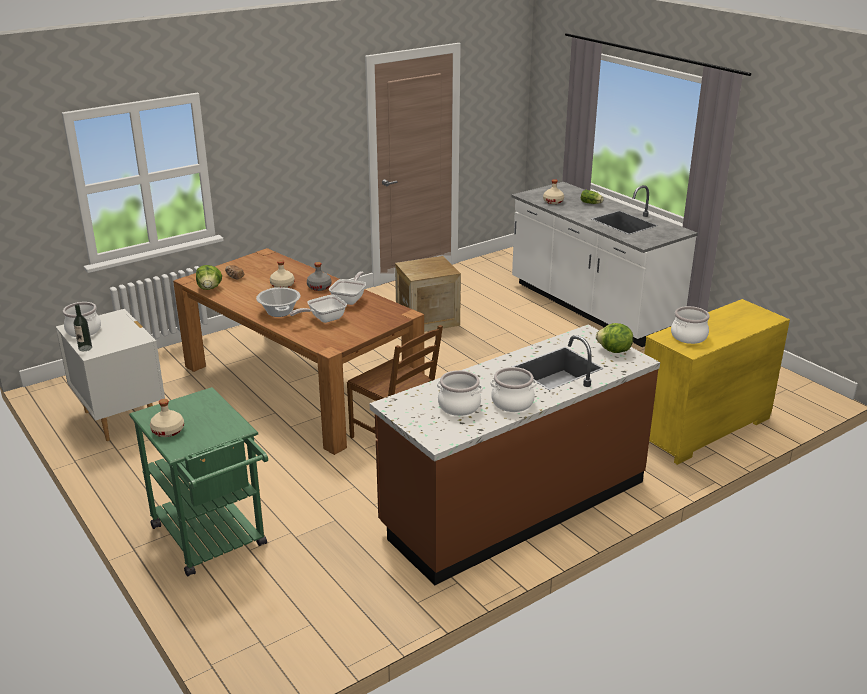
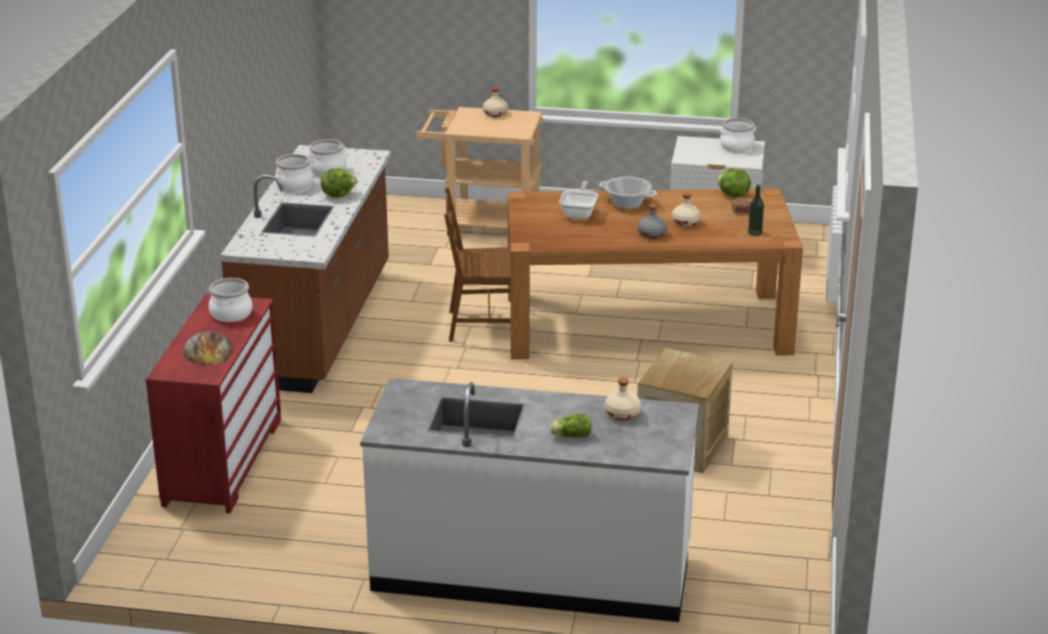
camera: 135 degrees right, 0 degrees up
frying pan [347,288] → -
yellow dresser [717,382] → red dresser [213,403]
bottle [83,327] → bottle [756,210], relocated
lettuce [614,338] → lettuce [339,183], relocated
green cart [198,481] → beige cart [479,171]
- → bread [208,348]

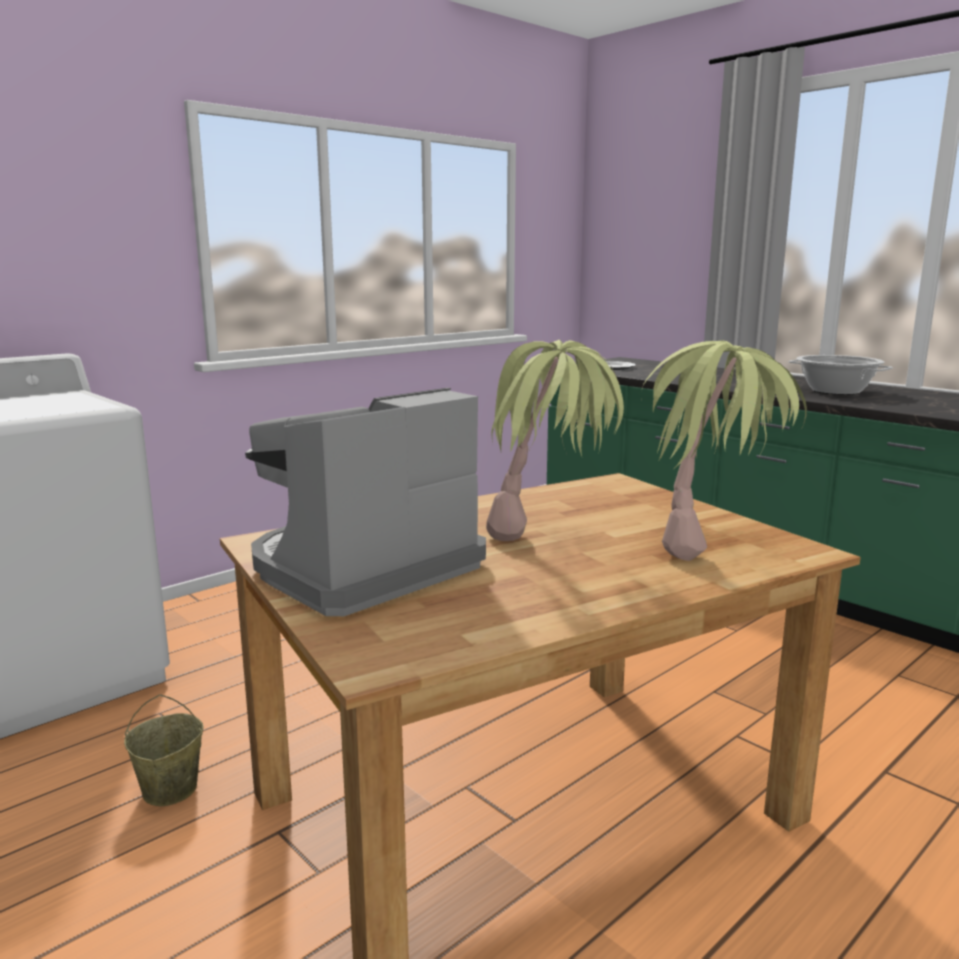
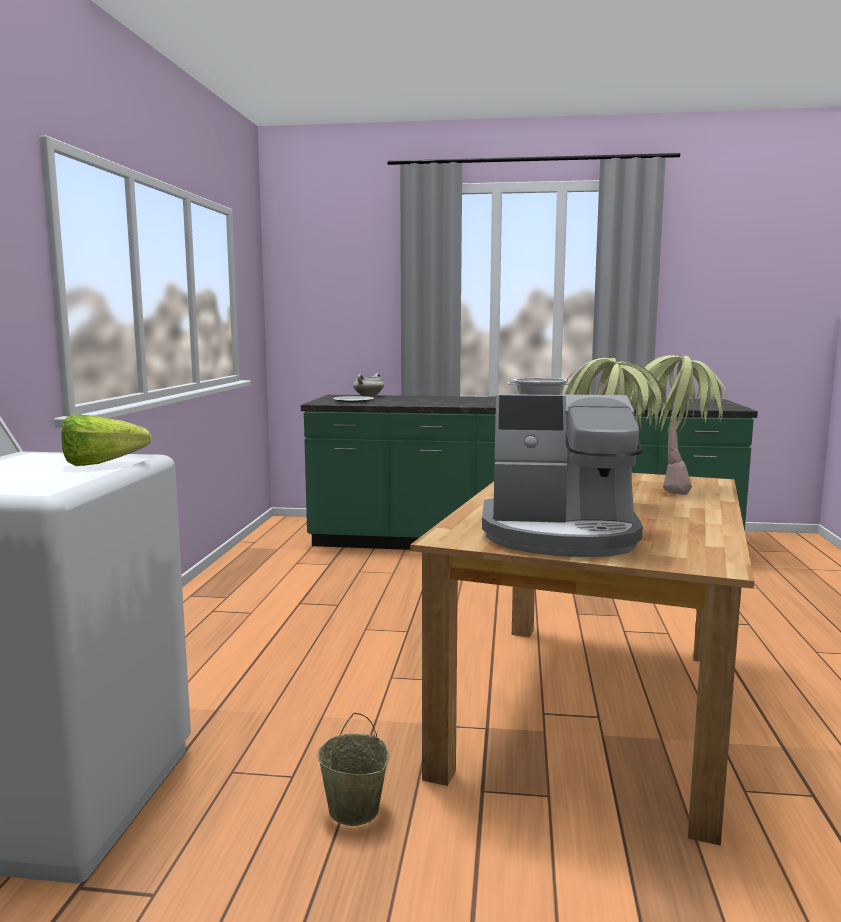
camera: 40 degrees left, 5 degrees down
coffee machine [365,502] → coffee machine [562,475], 90 degrees counterclockwise
- → white cooking pot [368,385]
- → lettuce [106,440]

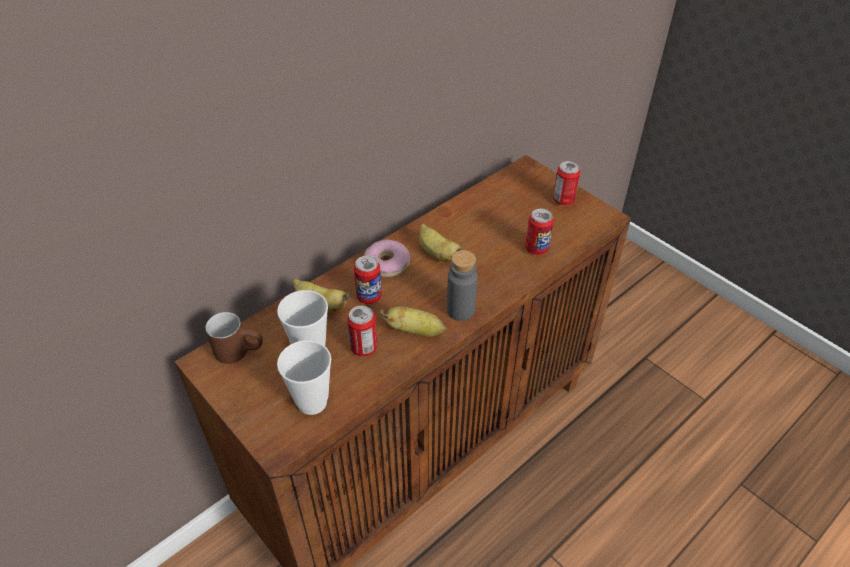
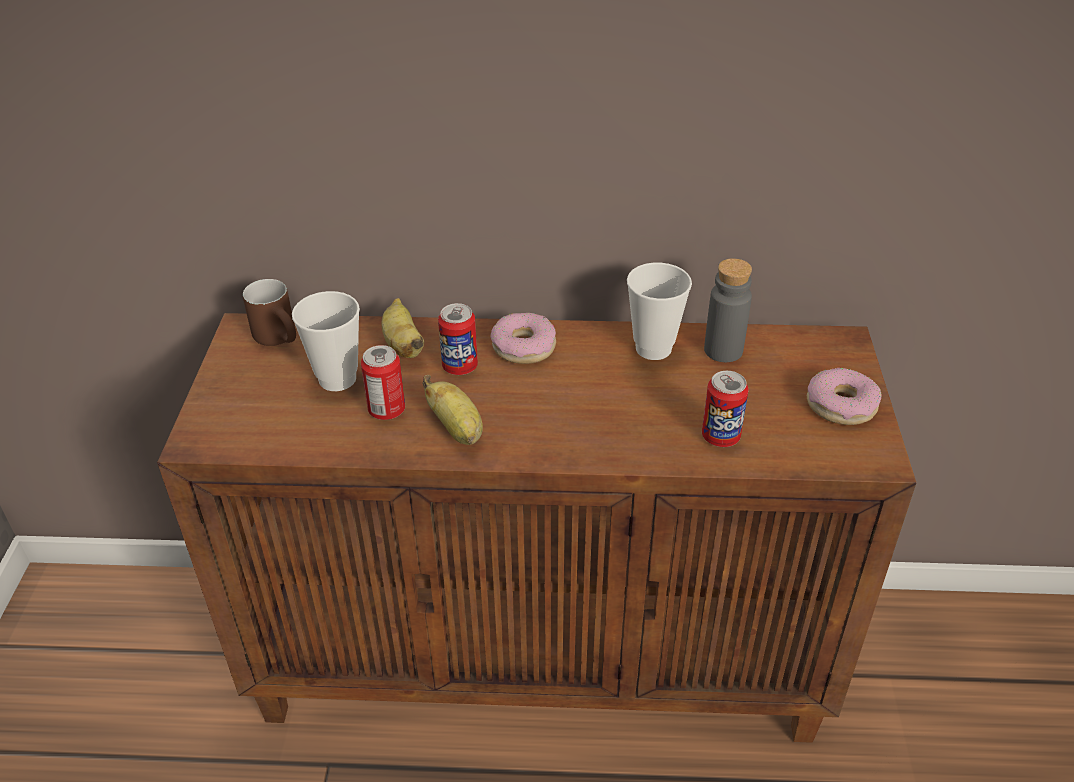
camera: 45 degrees right, 5 degrees down
can [566,183] → donut [844,396]
banana [441,243] → -
grey bottle [462,285] → grey bottle [728,310], relocated
cup [304,377] → cup [659,311], relocated

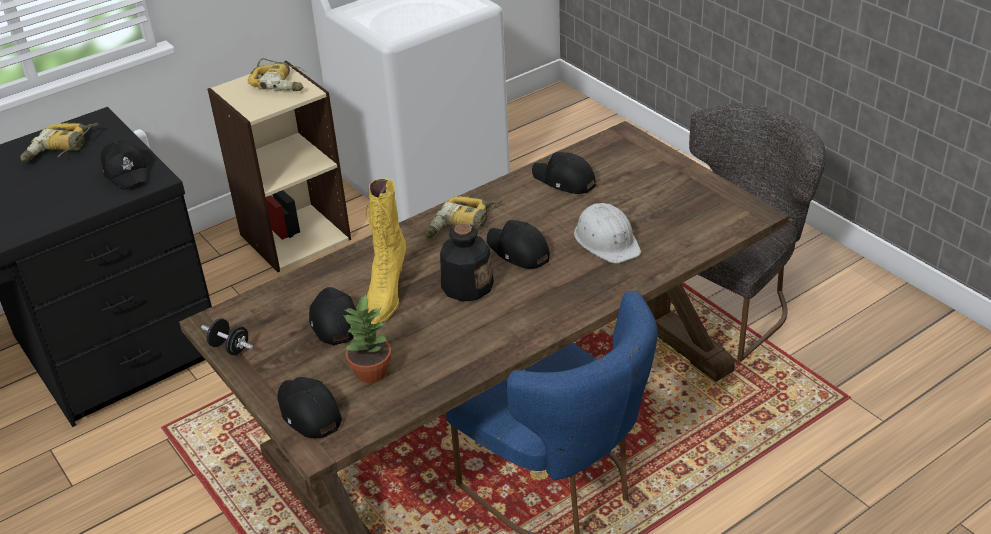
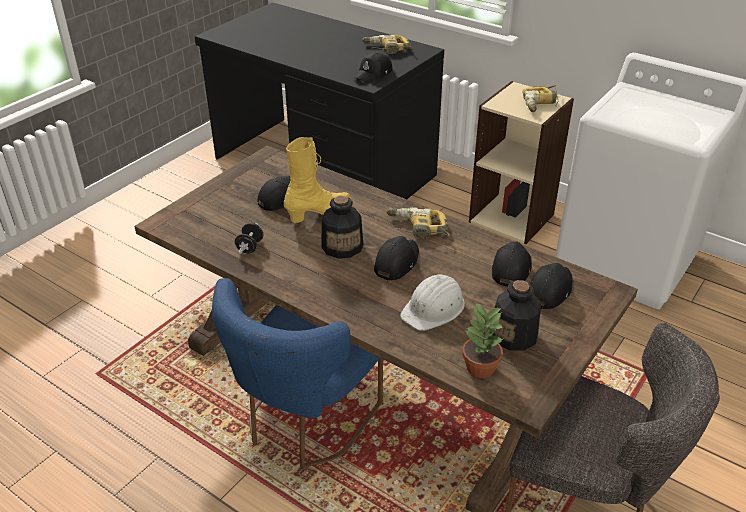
camera: 70 degrees right, 0 degrees up
yellow boot [386,251] → yellow boot [317,180], 150 degrees clockwise
potted plant [368,338] → potted plant [482,340], relocated
black dumbbell [227,336] → black dumbbell [249,238], relocated
black cap [309,407] → black cap [551,286], relocated
- → bottle [516,315]

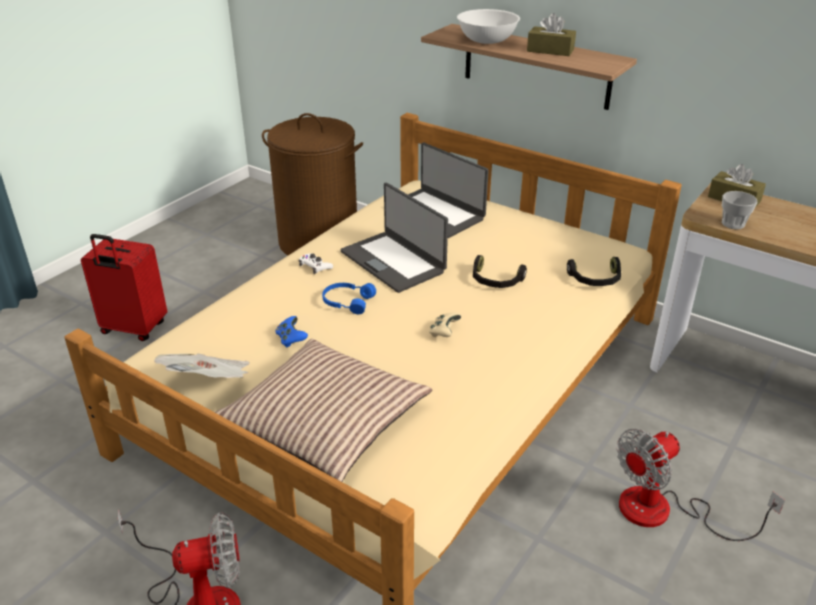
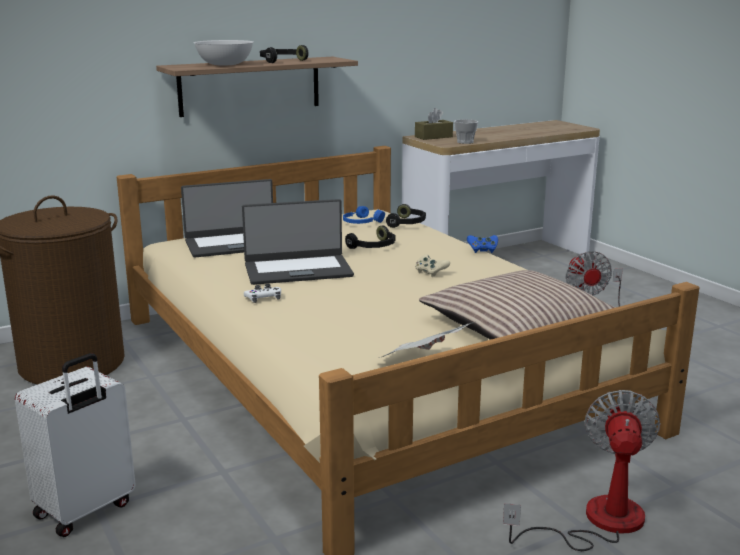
camera: 65 degrees left, 15 degrees down
brown tissue box [551,34] → black headphones [284,54]
red suitcase [124,287] → white suitcase [75,445]
blue headphones [349,298] → blue headphones [364,215], relocated
blue game controller [291,332] → blue game controller [482,244], relocated

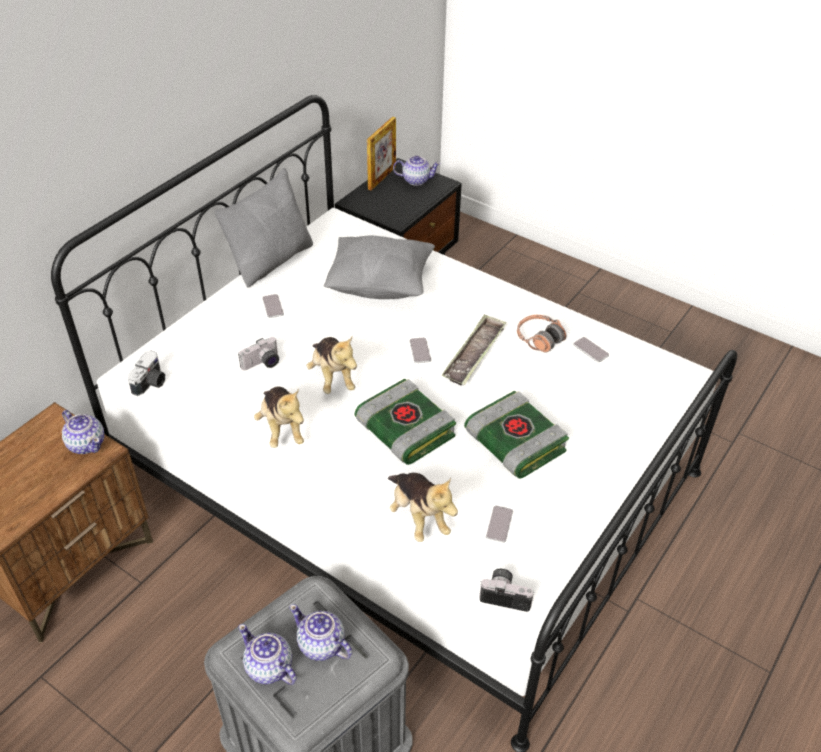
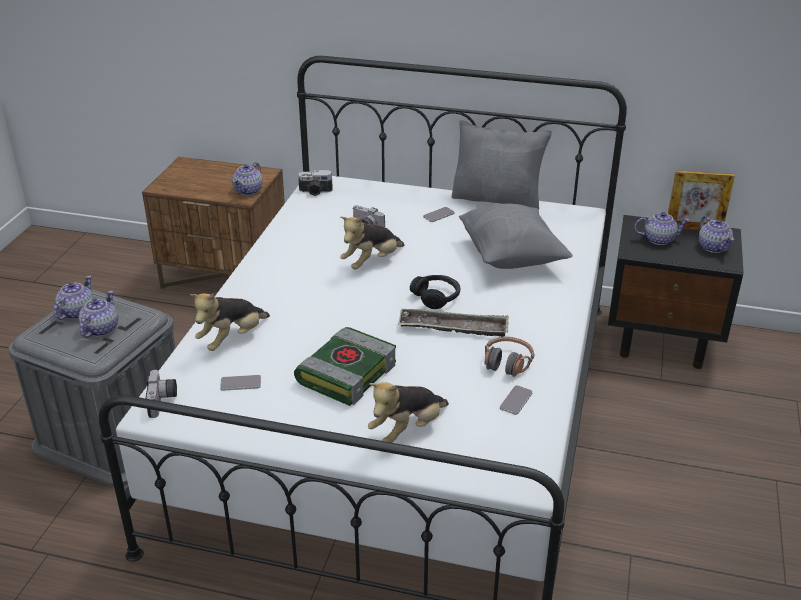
camera: 70 degrees right, 10 degrees down
phone [420,350] → black headphones [435,292]
book [405,421] → -
plush toy [279,417] → plush toy [408,412], relocated
- → teapot [662,228]

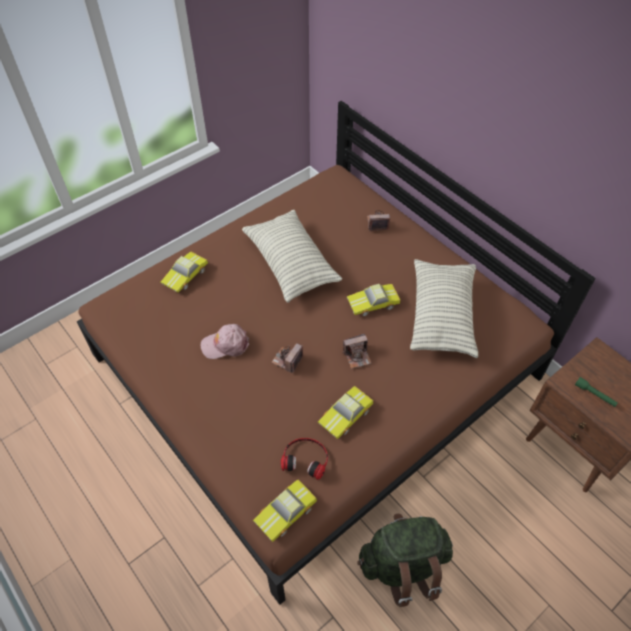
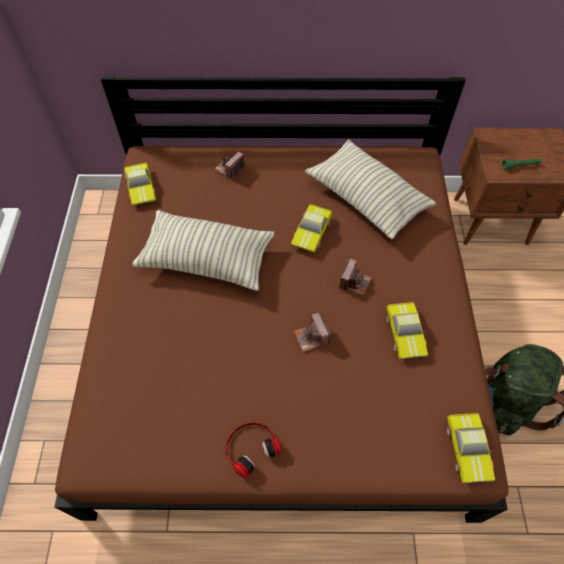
camera: 50 degrees left, 5 degrees up
toy car [184,272] → toy car [140,184], relocated
pink cap [225,341] → -
headphones [304,459] → headphones [254,450], relocated

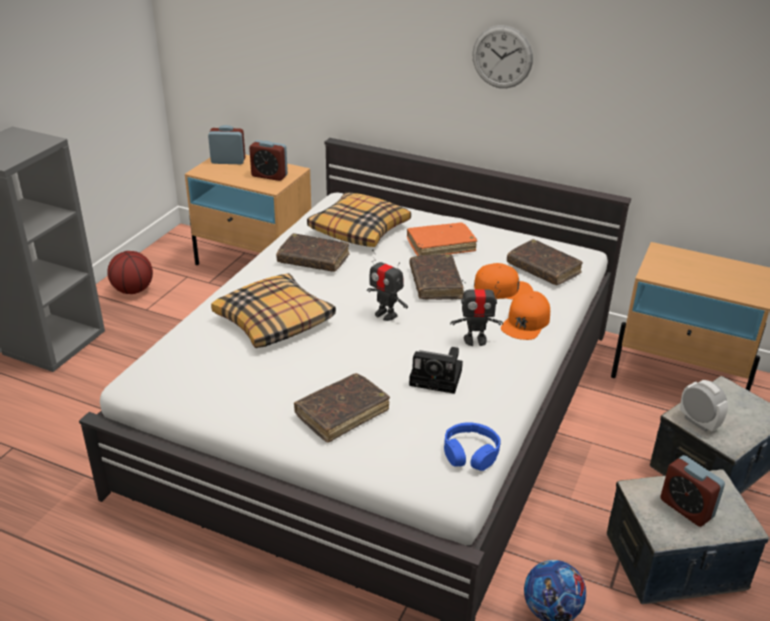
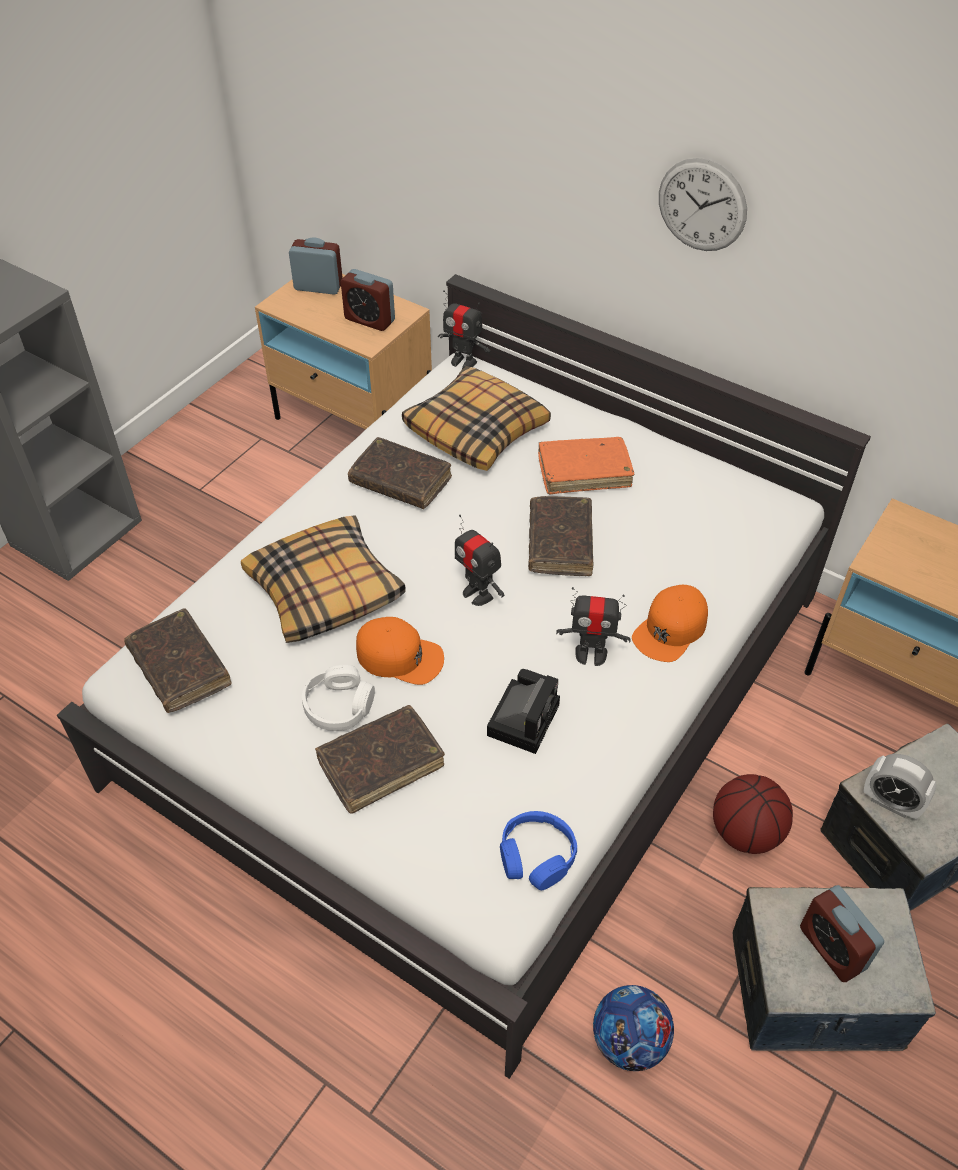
camera: 10 degrees right, 15 degrees up
brown book [545,262] → brown book [178,660], relocated
basketball [130,272] → basketball [753,814], relocated
orange cap [503,281] → orange cap [400,651], relocated
photo camera [436,370] → photo camera [523,711], 90 degrees counterclockwise
alarm clock [704,406] → alarm clock [900,786], 150 degrees clockwise
- → toy robot [464,329]
- → white headphones [338,698]

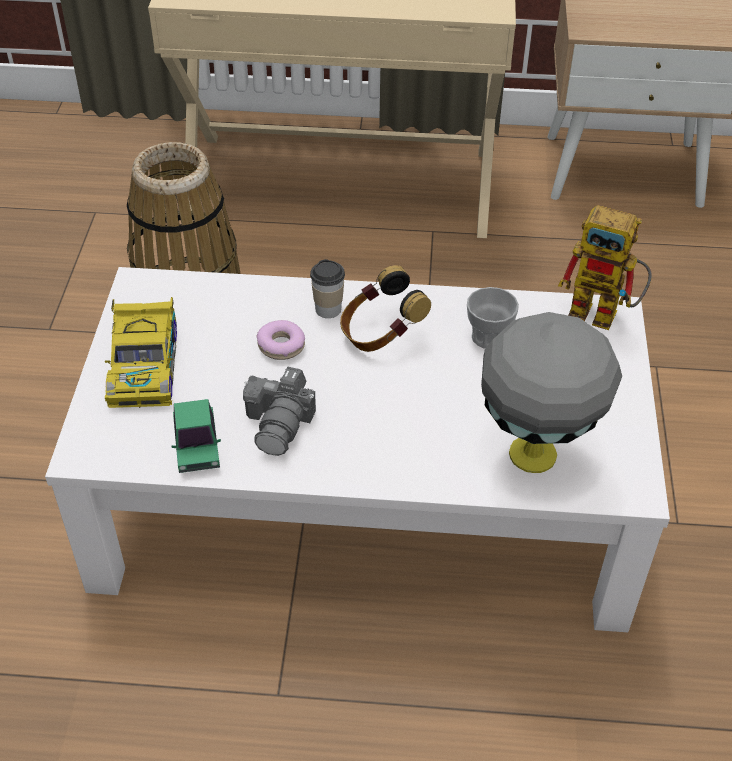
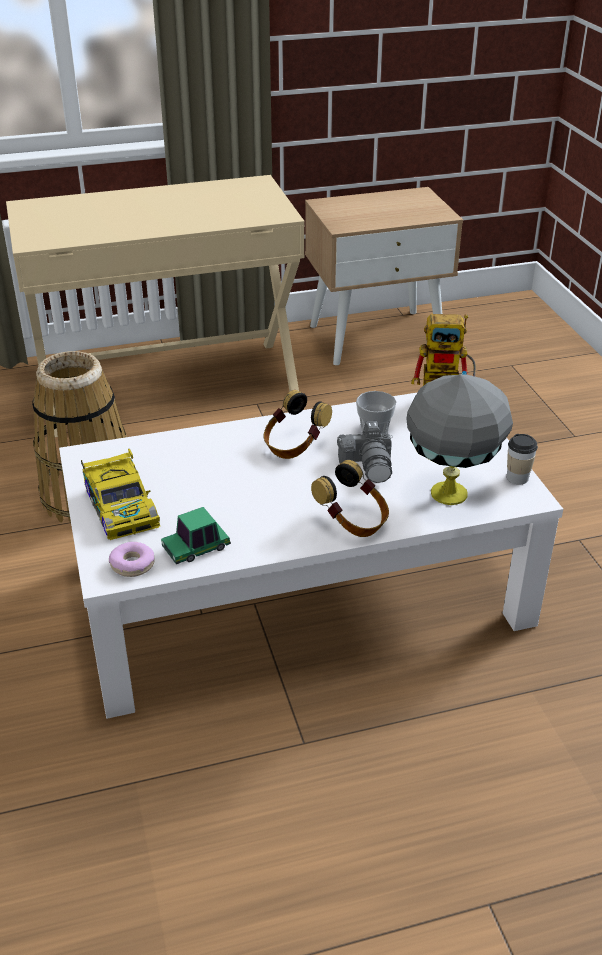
camera: 20 degrees left, 10 degrees down
cup [327,288] → cup [522,459], relocated
donut [280,340] → donut [132,559], relocated
photo camera [279,411] → photo camera [365,452], relocated
toy car [196,436] → toy car [196,535], 90 degrees clockwise
- → headphones [350,498]

